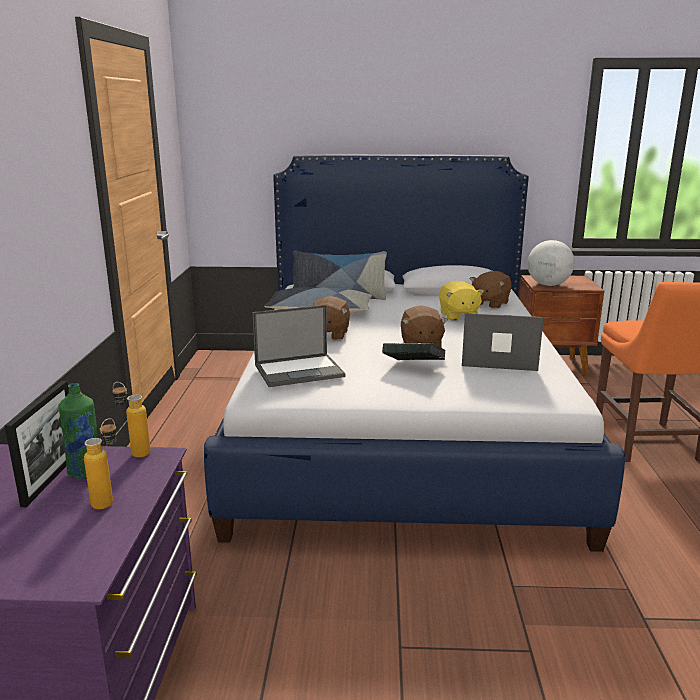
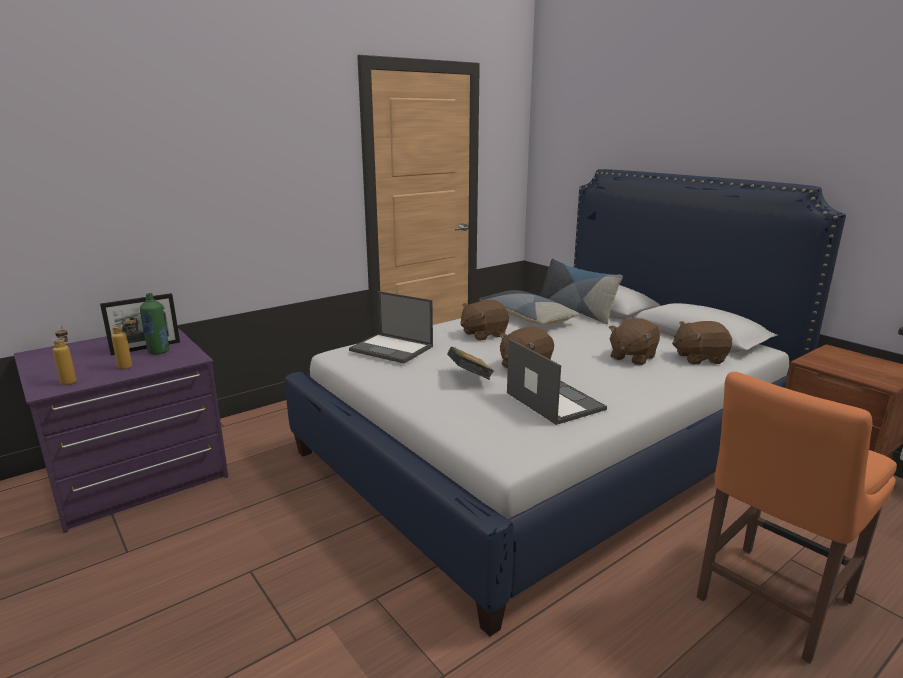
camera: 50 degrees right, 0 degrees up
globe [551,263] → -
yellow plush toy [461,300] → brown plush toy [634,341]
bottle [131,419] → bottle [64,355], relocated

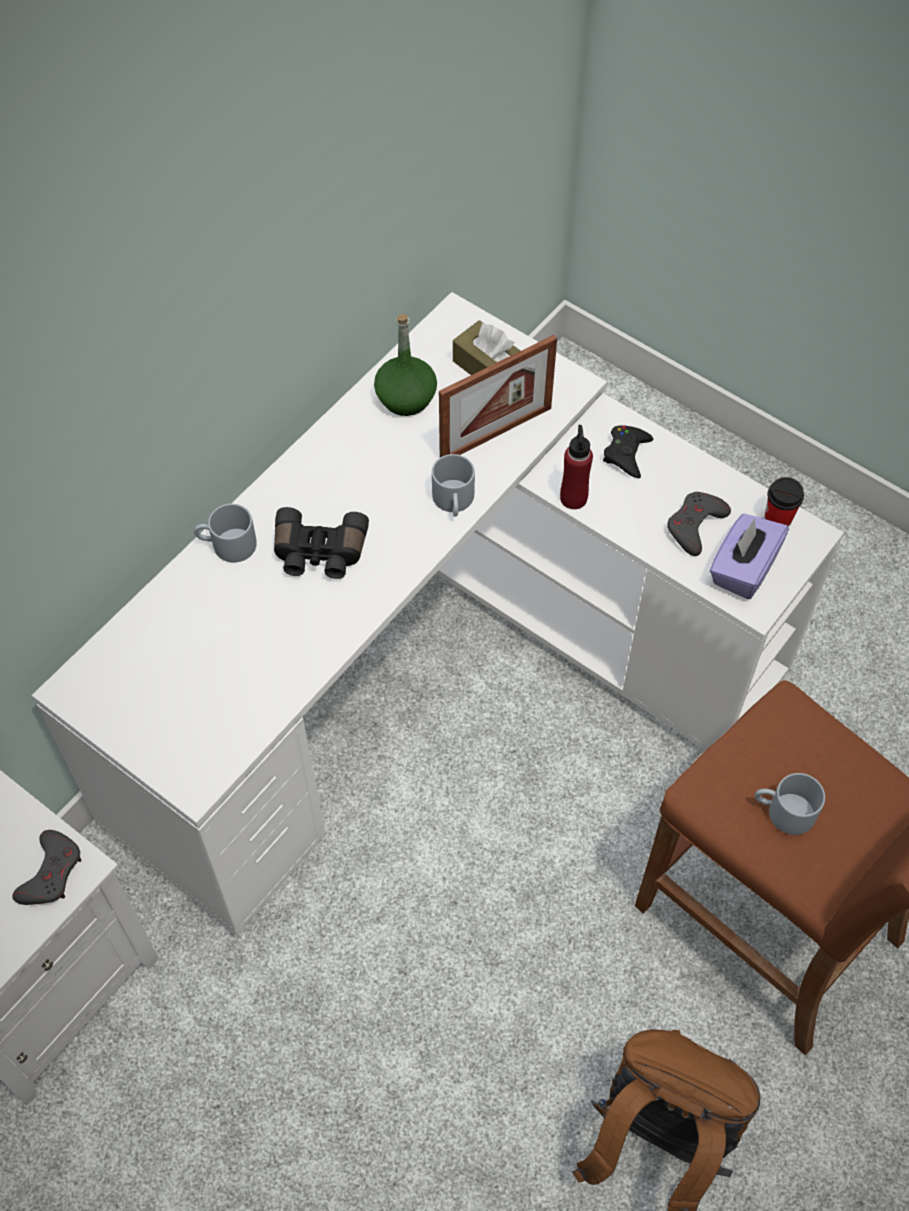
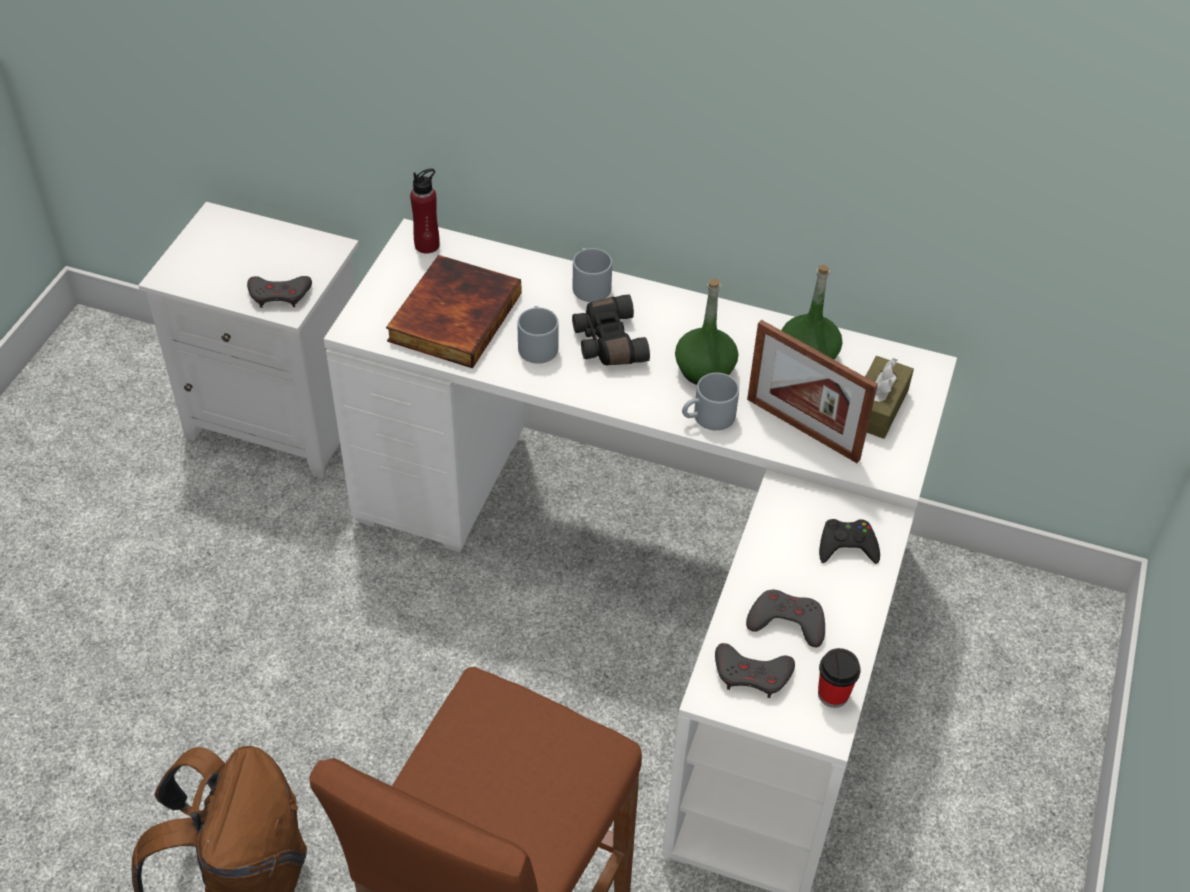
camera: 70 degrees right, 10 degrees down
red bottle [576,467] → red bottle [425,211], relocated
purple tissue box [749,556] → grey game controller [755,670]
grey mug [790,804] → grey mug [538,335], relocated
- → book [453,311]
- → green bottle [706,331]

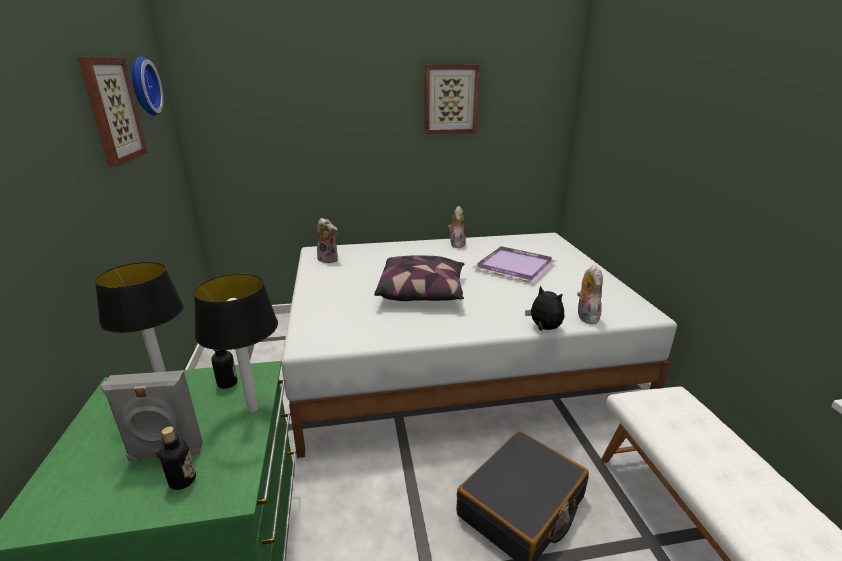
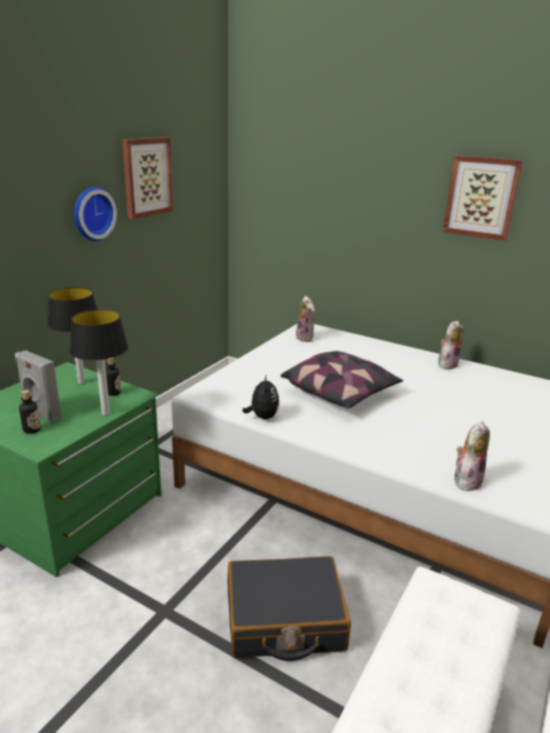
camera: 40 degrees right, 0 degrees up
wall clock [148,86] → wall clock [95,214], relocated
purple tray [514,264] → -
plush toy [544,308] → plush toy [260,396], relocated

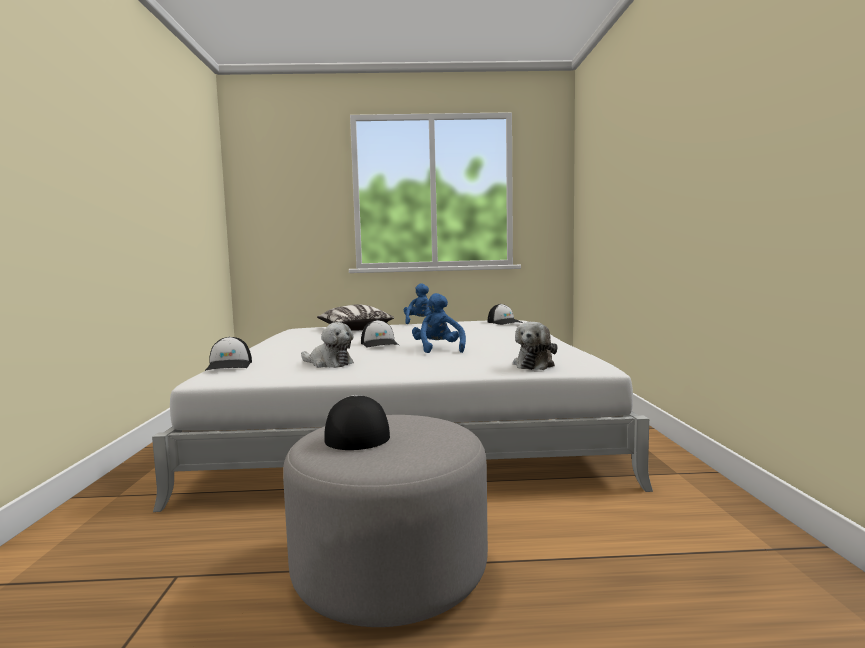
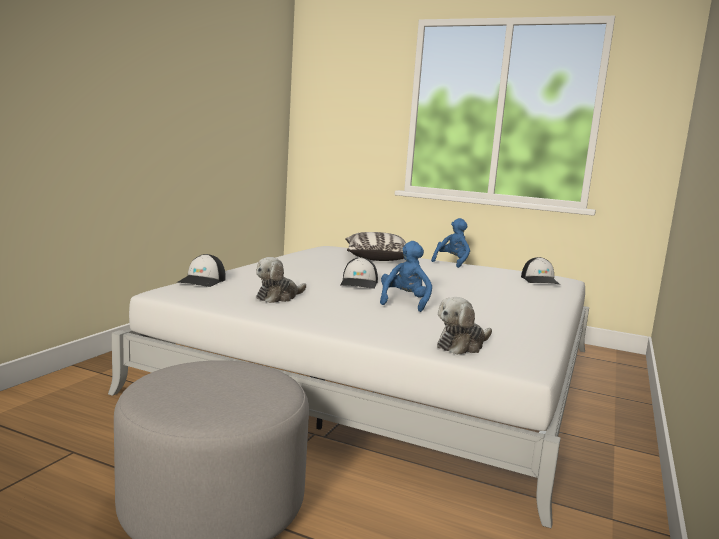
camera: 25 degrees right, 5 degrees up
plush toy [327,345] → plush toy [281,280], 75 degrees clockwise
cap [357,422] → -

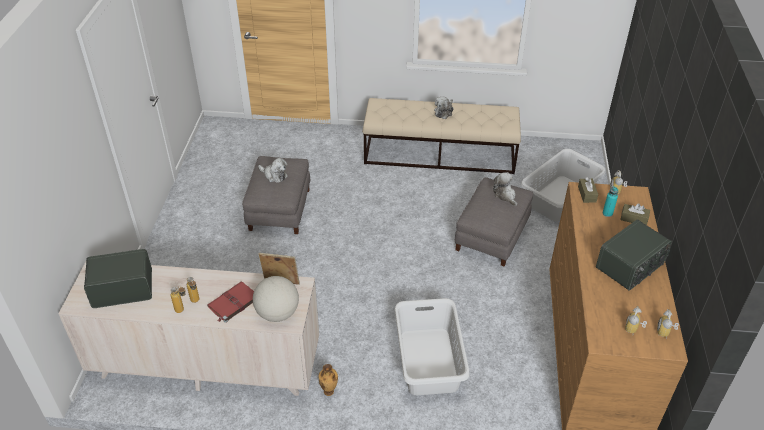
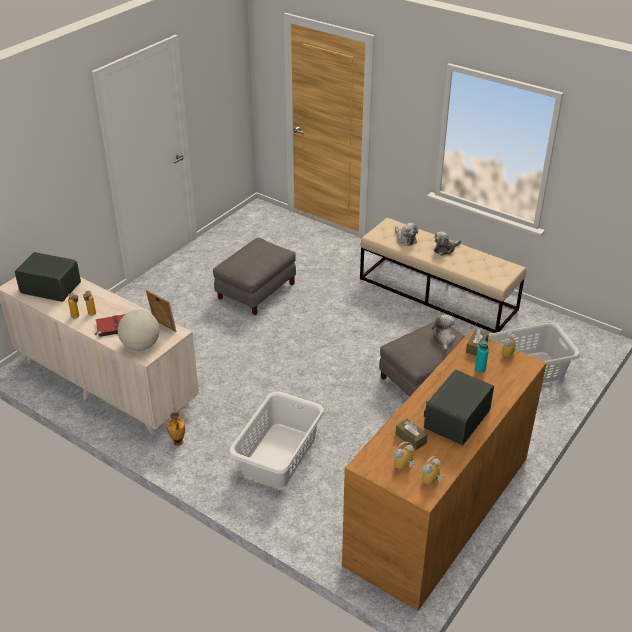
camera: 30 degrees right, 5 degrees down
plush toy [273,170] → plush toy [406,234], relocated
brown tissue box [635,214] → brown tissue box [412,434], relocated
radio [634,255] → radio [459,407], 135 degrees clockwise

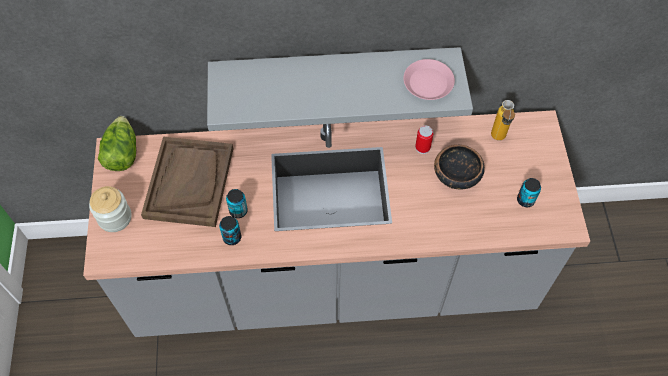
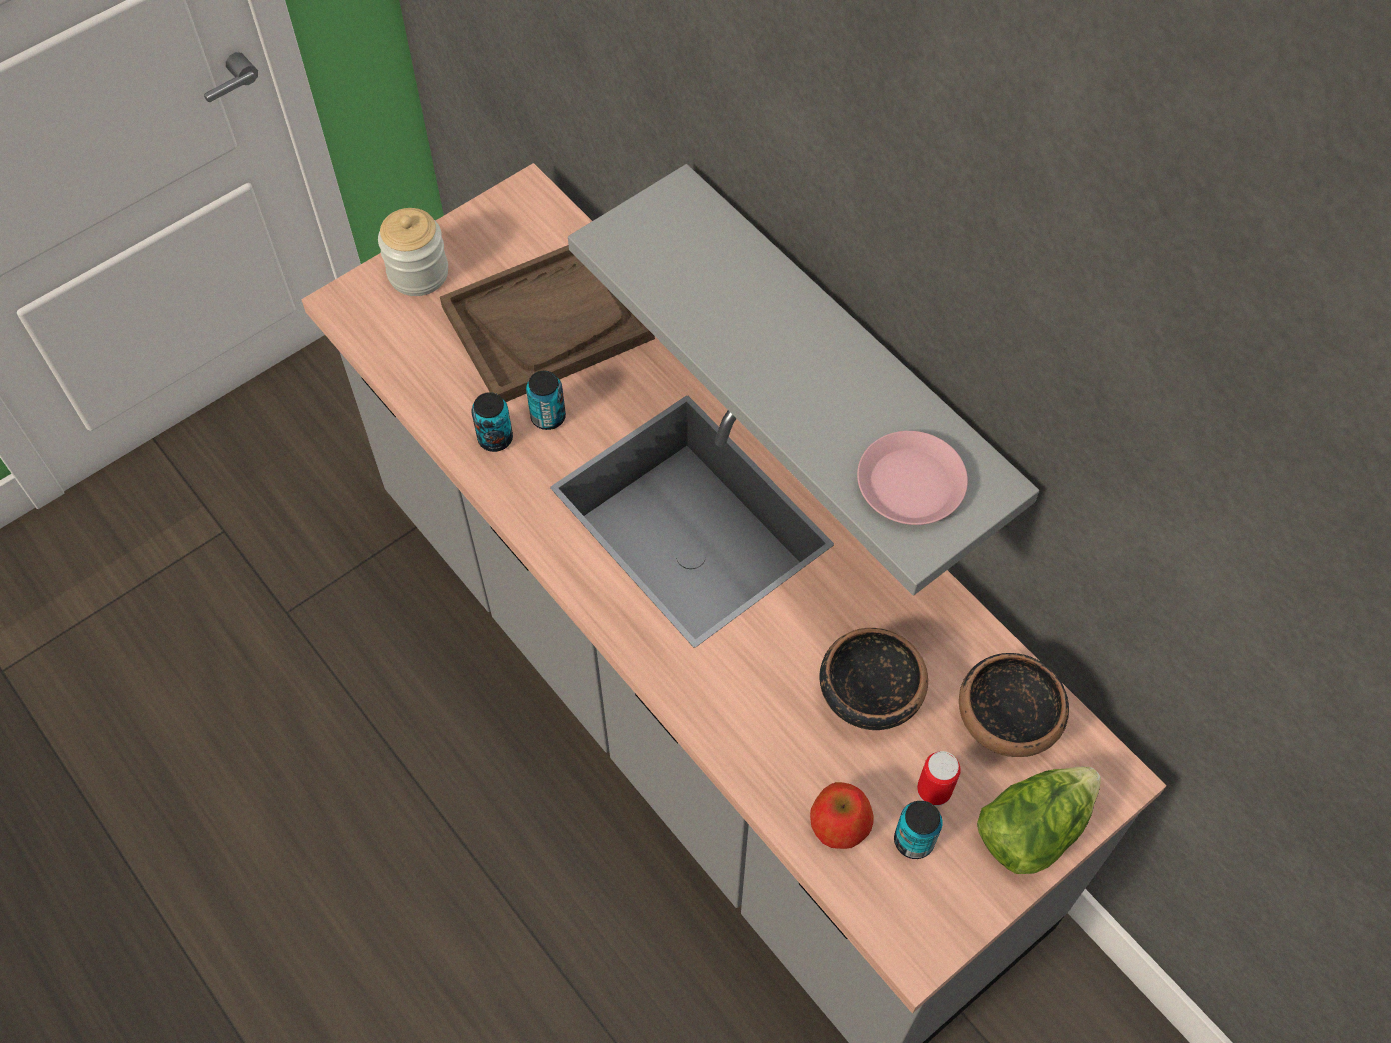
camera: 55 degrees right, 0 degrees up
bottle [503,120] → bowl [1014,705]
lettuce [117,143] → lettuce [1039,820], relocated
can [424,140] → can [939,778], relocated
- → apple [842,815]

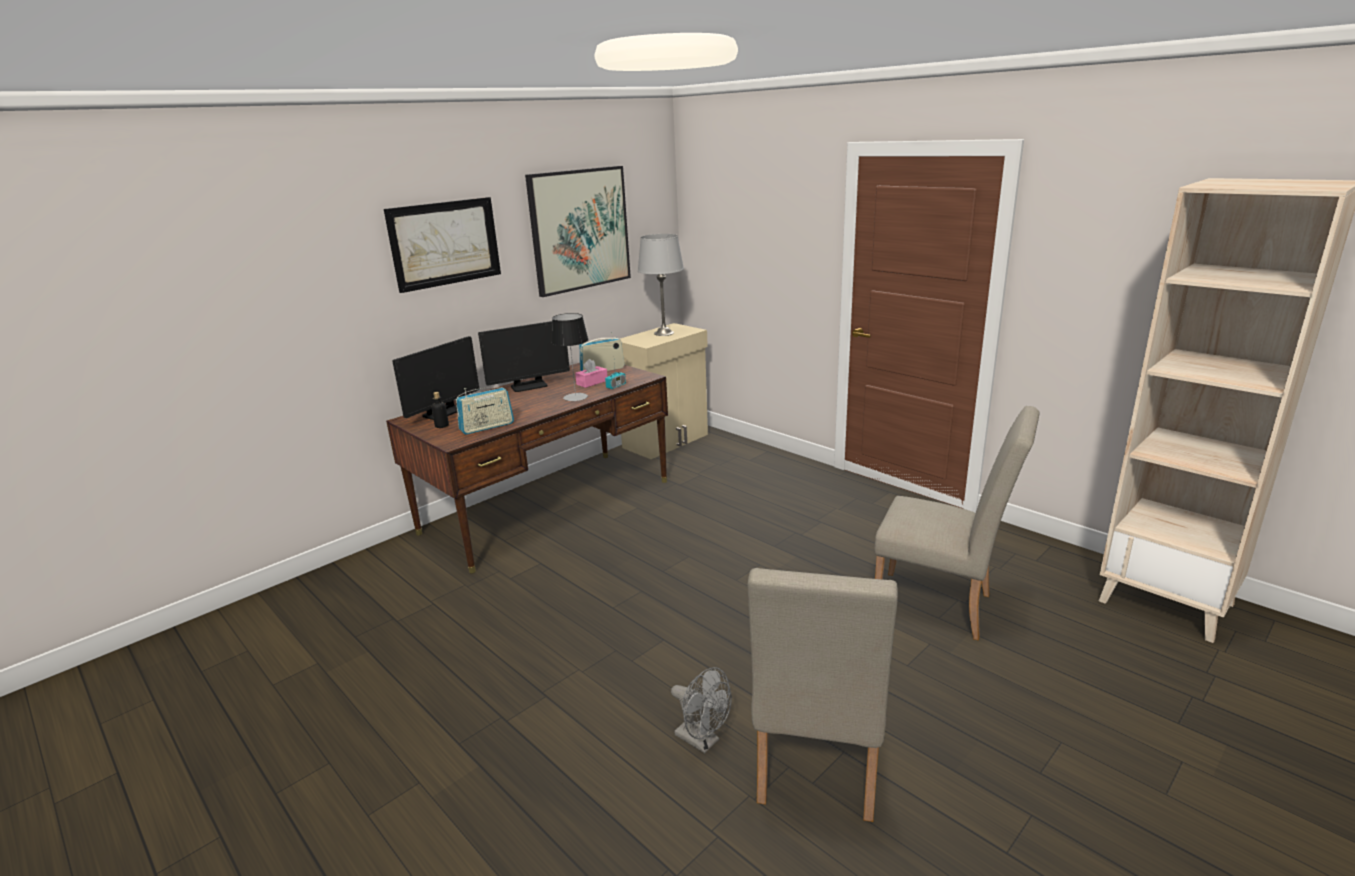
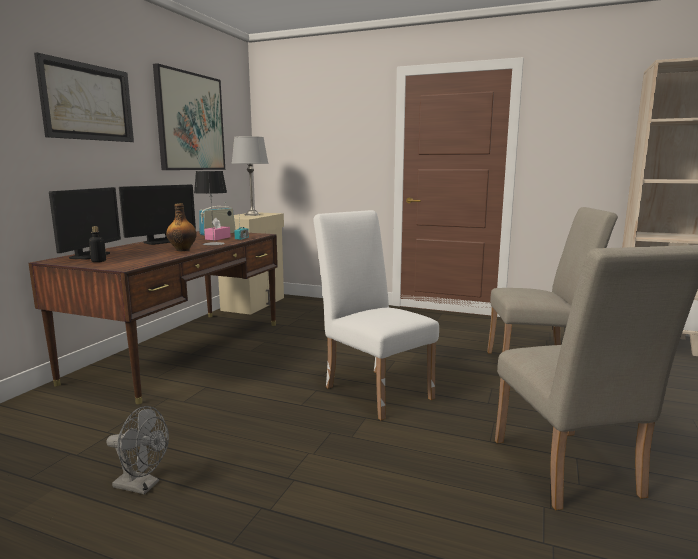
camera: 25 degrees left, 10 degrees down
radio [485,410] → -
grey fan [701,710] → grey fan [137,450], relocated
- → bottle [181,227]
- → white chair [376,315]

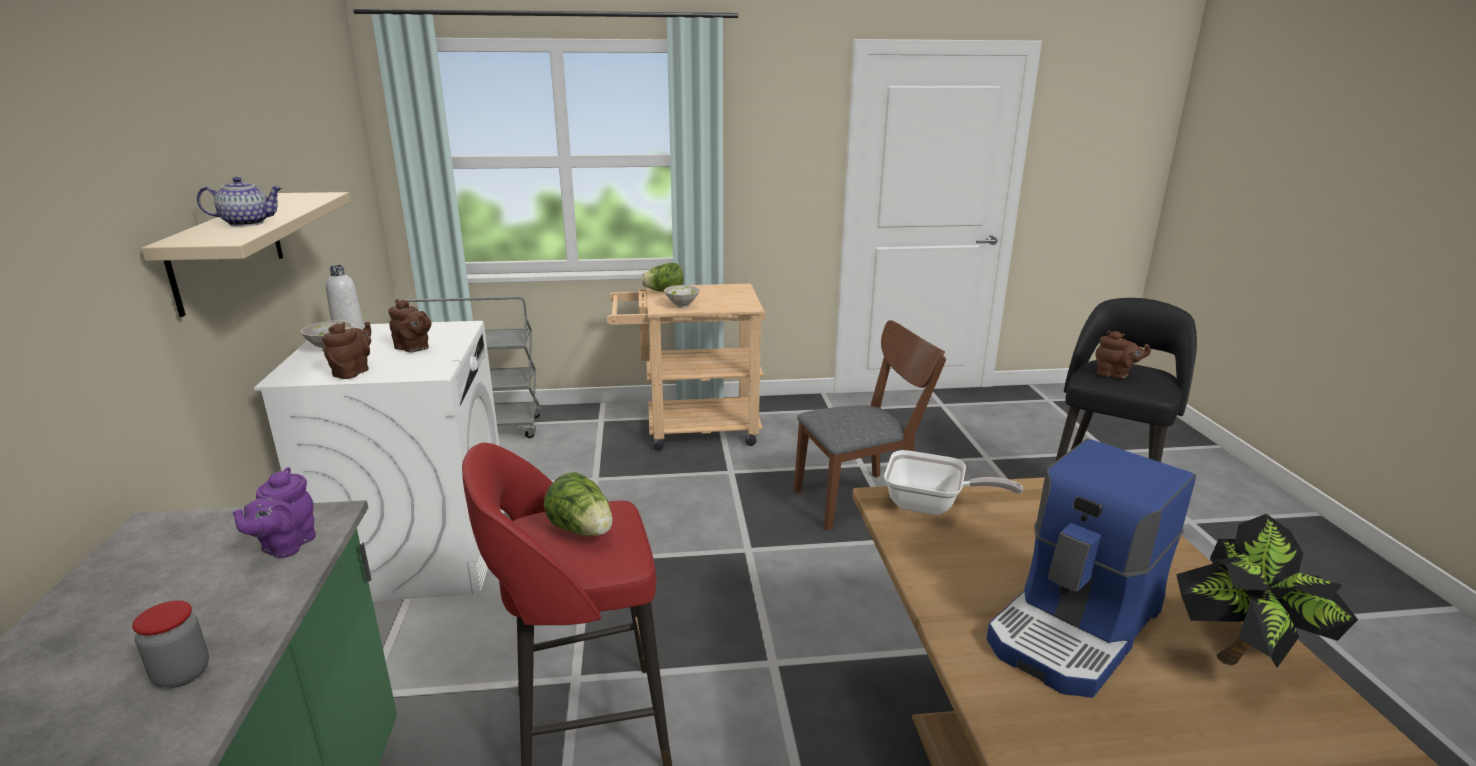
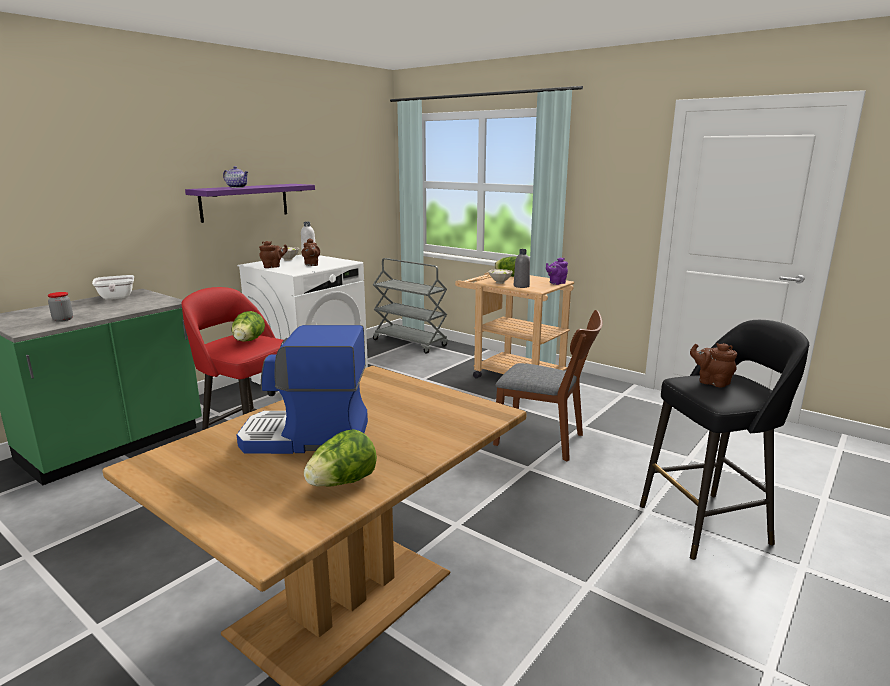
camera: 45 degrees right, 5 degrees down
beige shelf [246,254] → purple shelf [250,203]
brown teapot [1123,355] → brown teapot [713,365], 150 degrees clockwise
frying pan [953,482] → frying pan [113,287], relocated
purple teapot [274,512] → purple teapot [557,271], relocated
potted plant [1267,591] → lettuce [340,458]
- → grey bottle [522,268]

